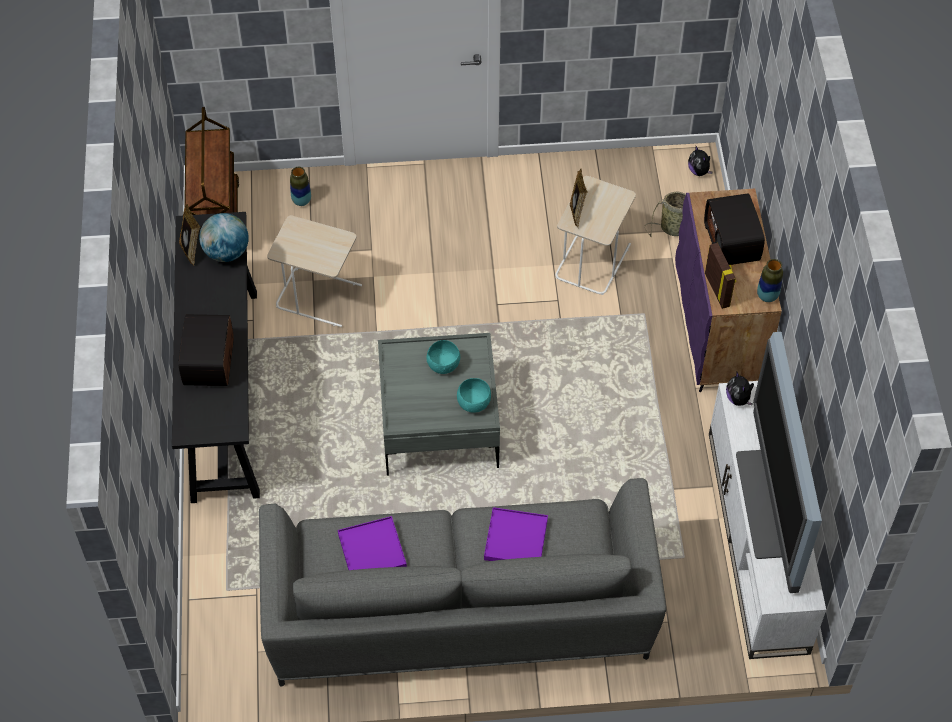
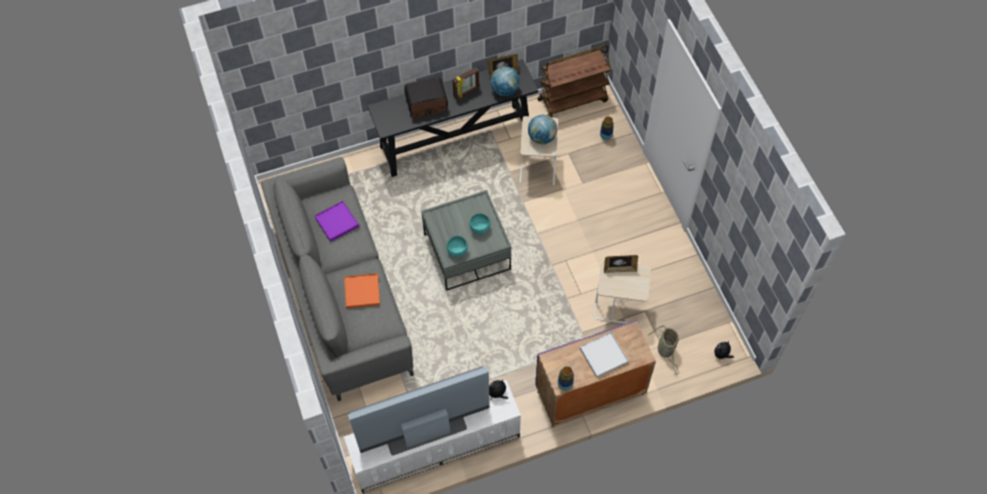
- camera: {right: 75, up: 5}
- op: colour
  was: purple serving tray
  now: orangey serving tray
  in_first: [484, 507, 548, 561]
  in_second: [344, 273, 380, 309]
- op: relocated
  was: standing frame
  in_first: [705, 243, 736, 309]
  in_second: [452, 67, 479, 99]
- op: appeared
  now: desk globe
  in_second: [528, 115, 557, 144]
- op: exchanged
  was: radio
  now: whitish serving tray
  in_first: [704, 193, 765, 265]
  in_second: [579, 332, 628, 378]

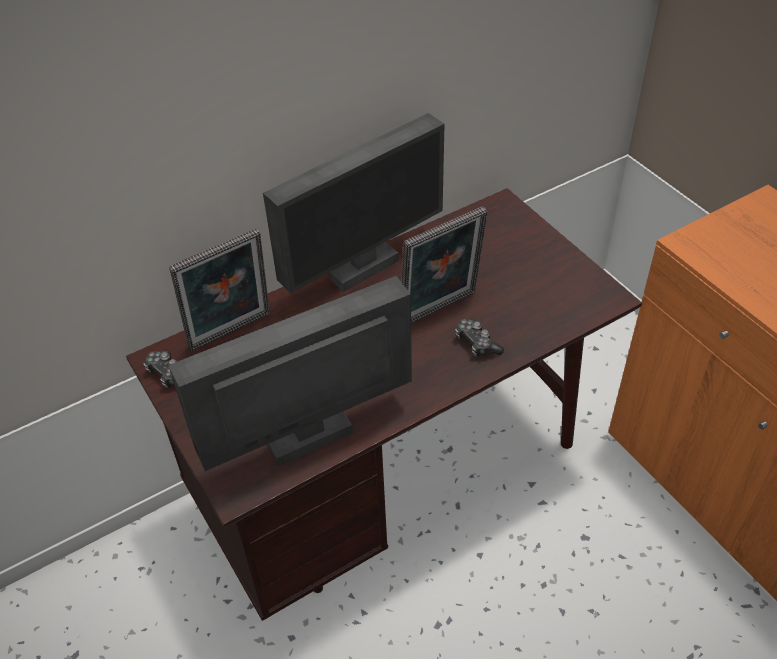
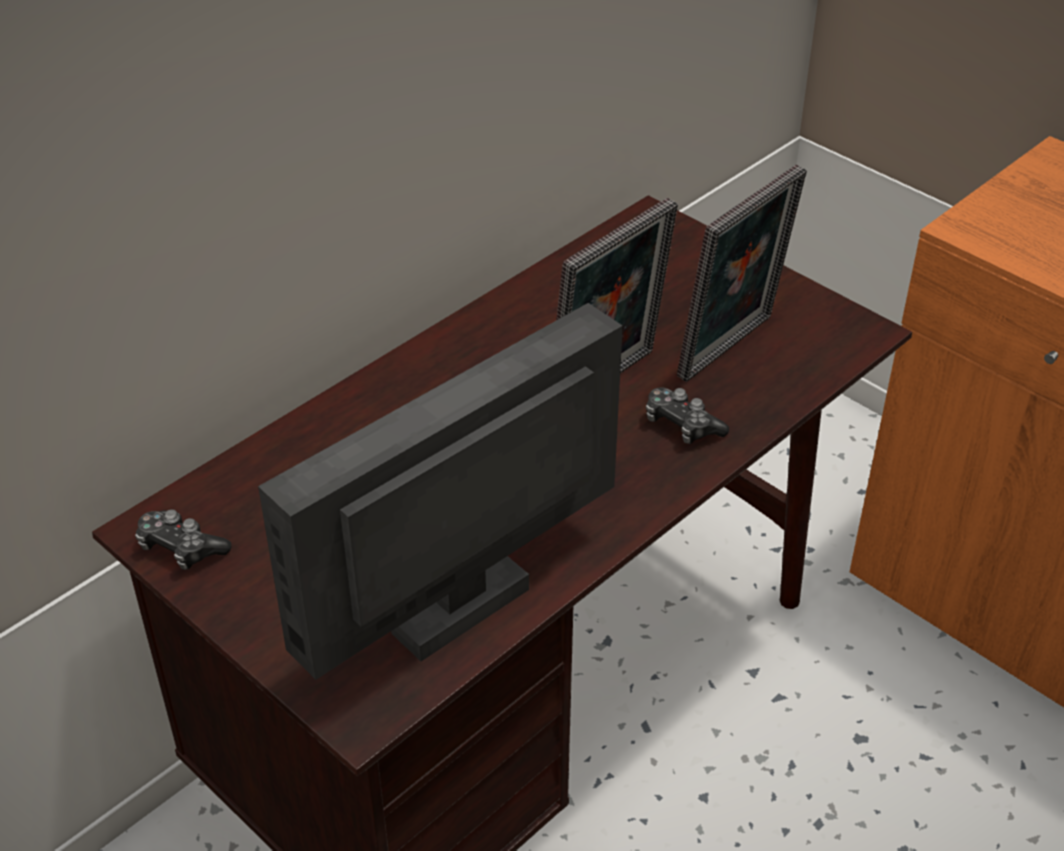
- camera: {right: -15, up: -5}
- op: relocated
  was: standing frame
  in_first: [169, 228, 270, 351]
  in_second: [677, 164, 807, 382]
- op: missing
  was: computer screen
  in_first: [263, 113, 445, 293]

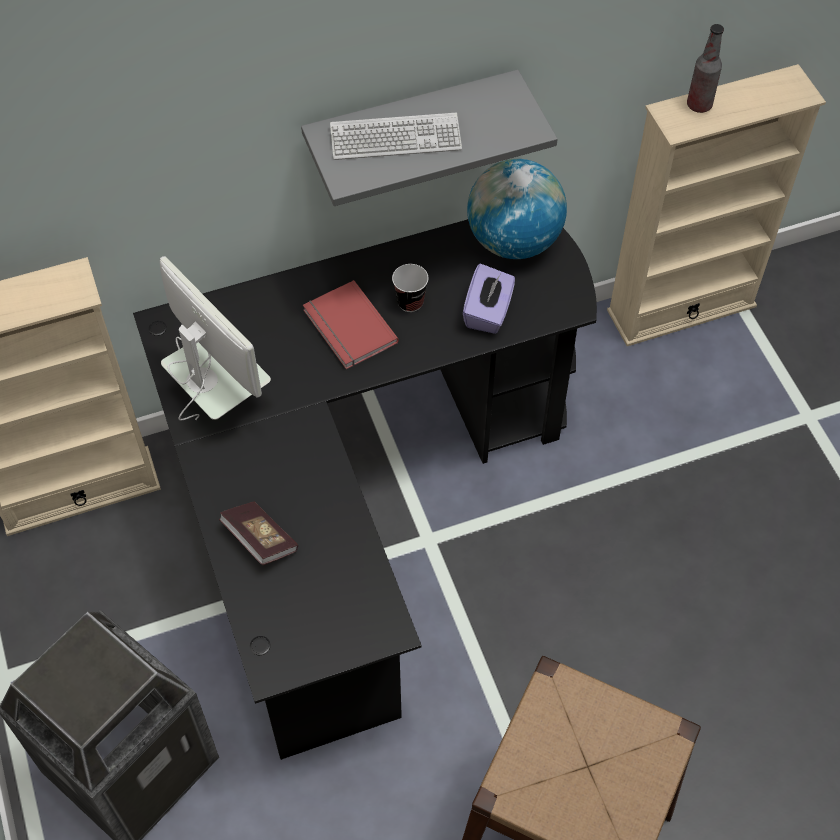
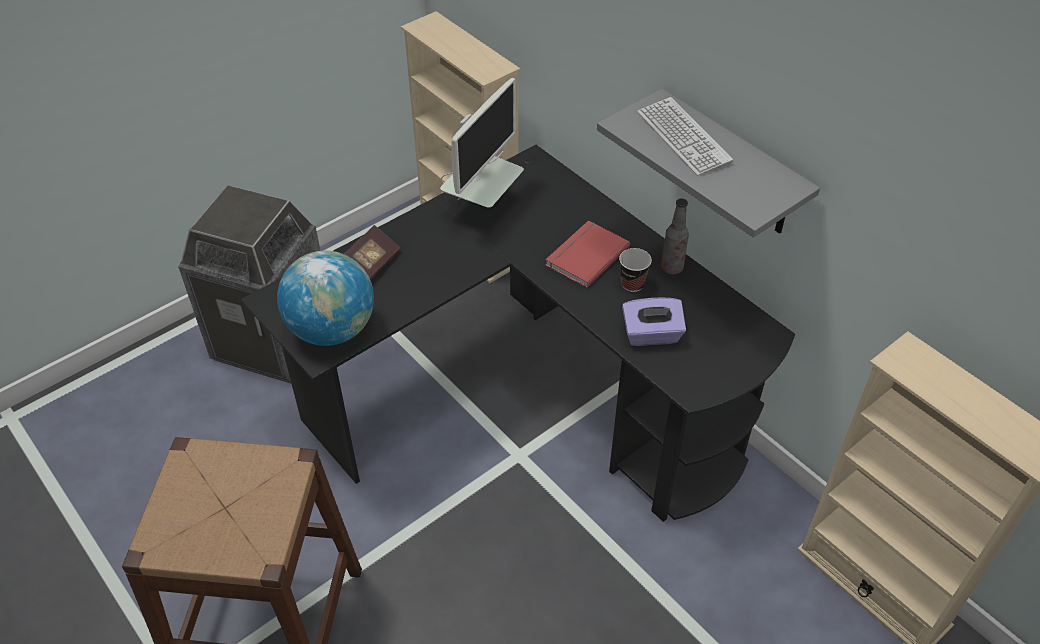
- camera: {right: 70, up: -10}
- op: relocated
  was: desk globe
  in_first: [467, 159, 567, 259]
  in_second: [277, 251, 374, 346]
- op: relocated
  was: beverage bottle
  in_first: [687, 24, 724, 113]
  in_second: [661, 198, 689, 274]

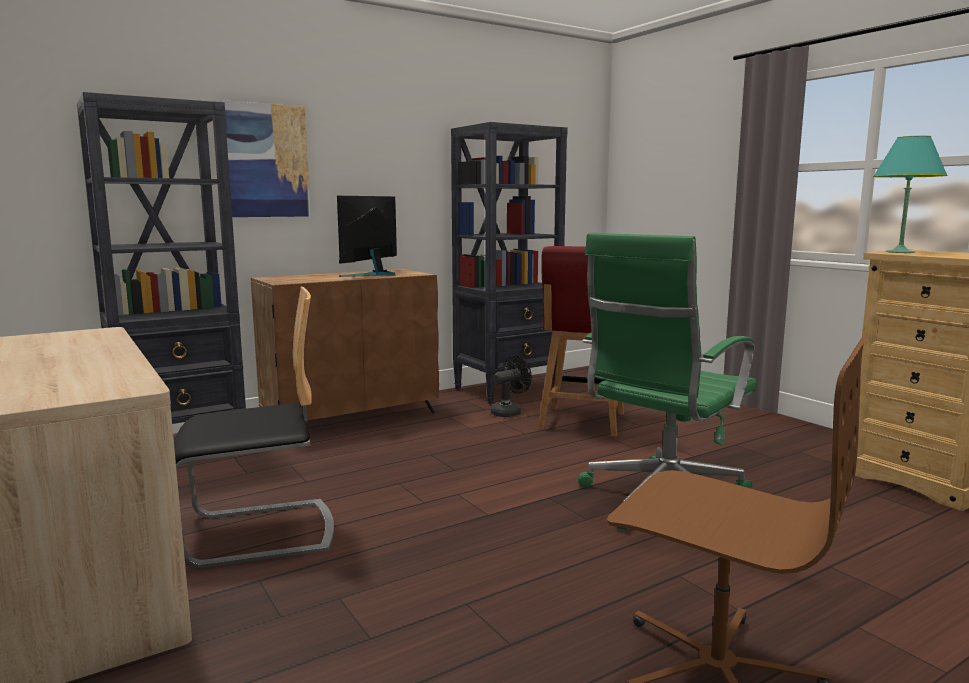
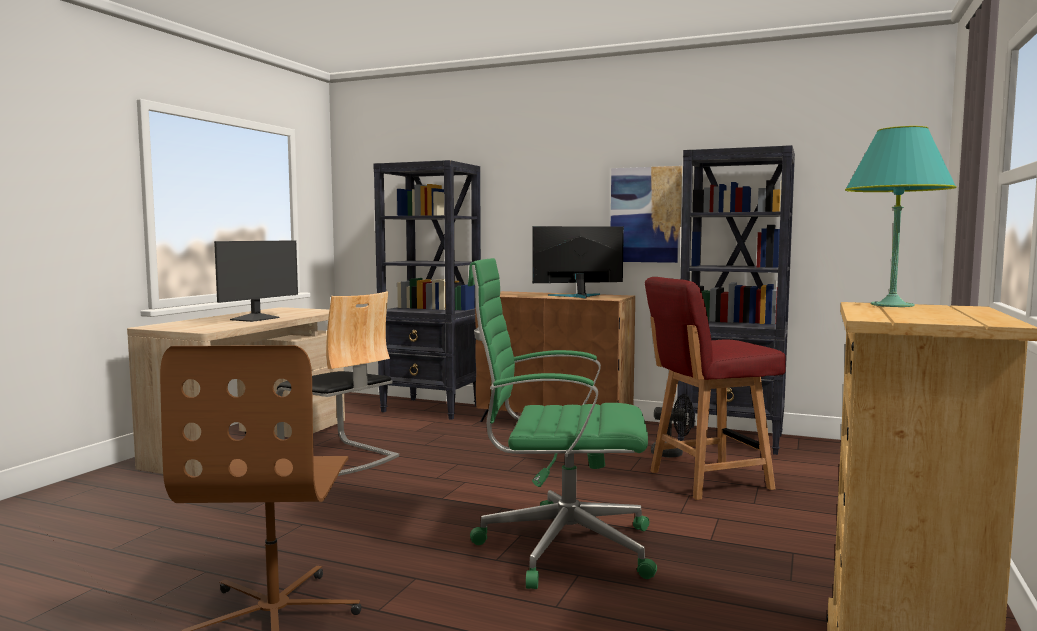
- camera: {right: 55, up: -5}
- op: appeared
  now: computer screen
  in_second: [214, 240, 298, 322]
- op: relocated
  was: picture
  in_first: [220, 100, 310, 217]
  in_second: [611, 166, 682, 263]

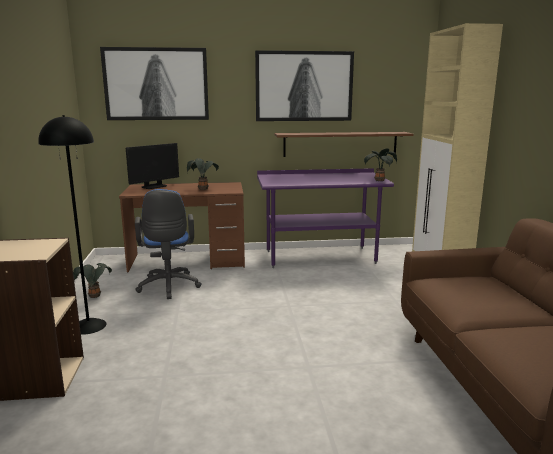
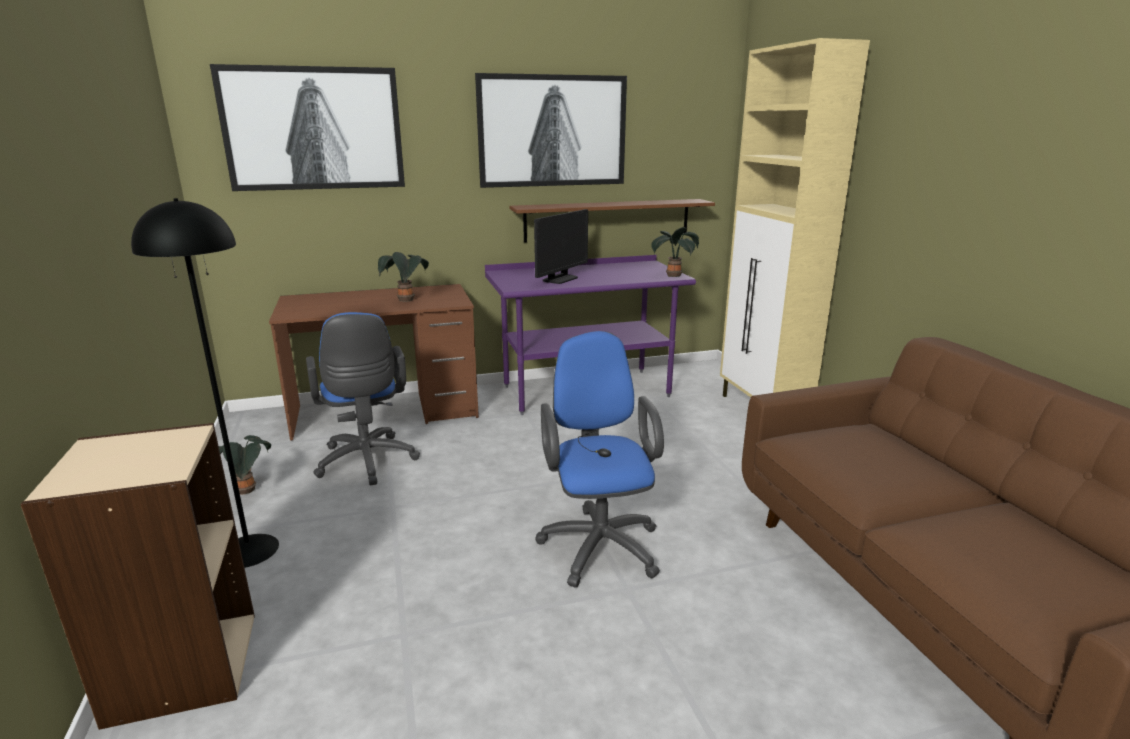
- camera: {right: -10, up: 5}
- op: relocated
  was: computer screen
  in_first: [126, 143, 179, 189]
  in_second: [534, 209, 588, 284]
- op: appeared
  now: blue office chair
  in_second: [535, 331, 664, 588]

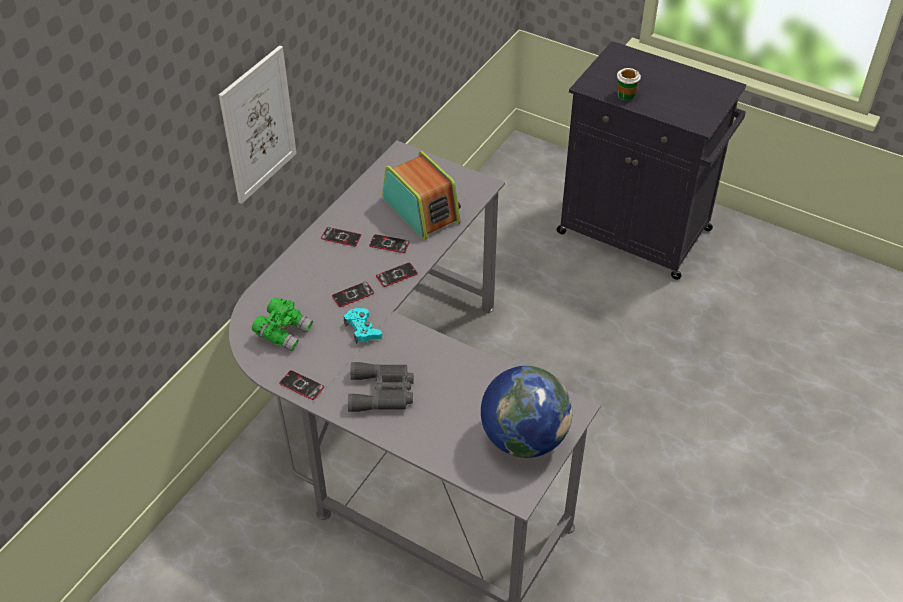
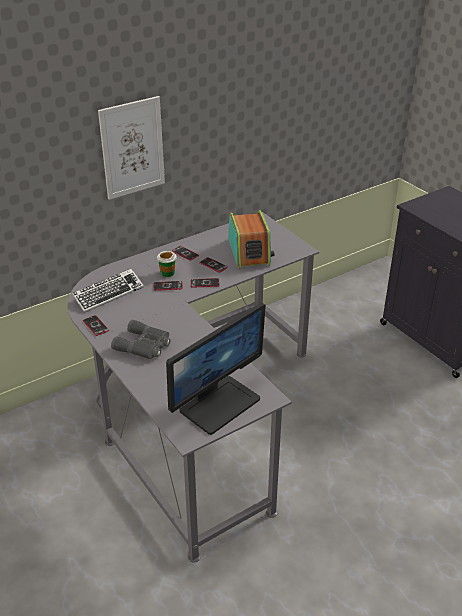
- camera: {right: 25, up: -10}
- op: exchanged
  was: greenish pair of binoculars
  now: computer keyboard
  in_first: [252, 297, 313, 351]
  in_second: [72, 269, 144, 313]
- op: relocated
  was: drinking cup
  in_first: [617, 68, 641, 101]
  in_second: [157, 251, 177, 277]
- op: exchanged
  was: desk globe
  now: computer screen
  in_first: [481, 366, 572, 458]
  in_second: [166, 302, 266, 435]
- op: missing
  was: turquoise joypad
  in_first: [344, 308, 382, 344]

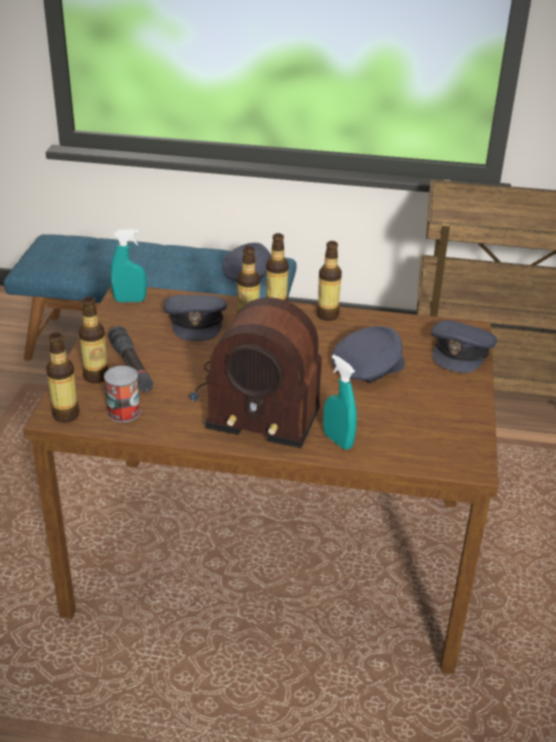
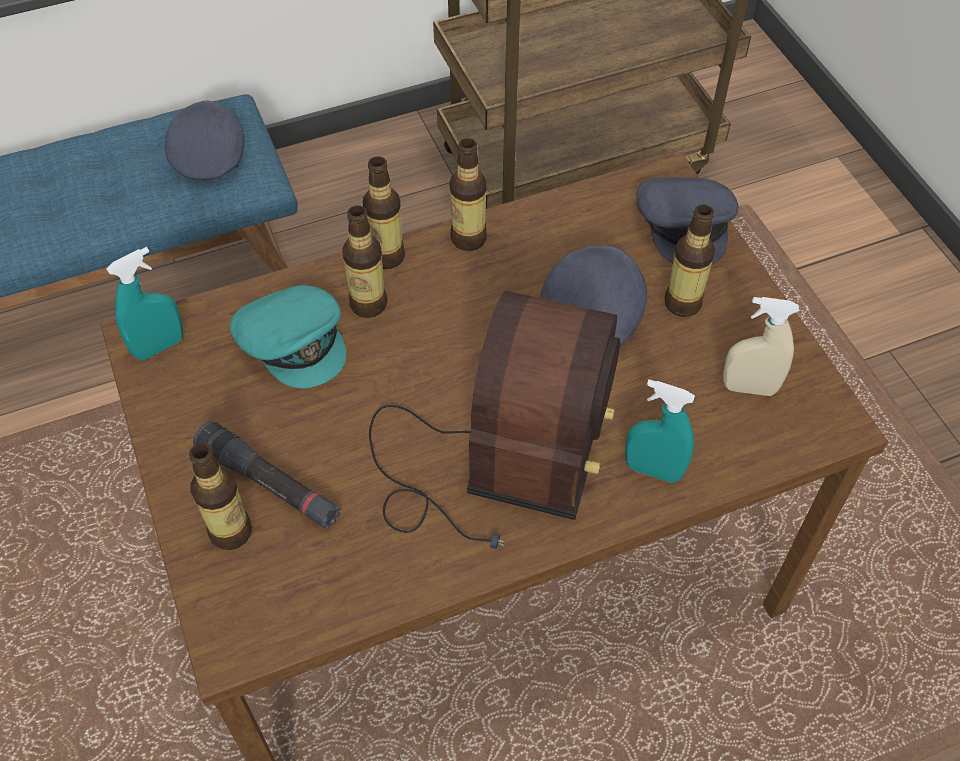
- camera: {right: -30, up: 20}
- op: colour
  was: gray baseball cap
  now: turquoise baseball cap
  in_first: [164, 295, 227, 341]
  in_second: [230, 285, 347, 389]
- op: spun
  was: radio
  in_first: [189, 297, 322, 448]
  in_second: [369, 291, 620, 549]
  clockwise: -60
- op: relocated
  was: beverage bottle
  in_first: [46, 332, 79, 423]
  in_second: [665, 204, 715, 317]
- op: appeared
  now: beige hand sprayer
  in_second: [723, 297, 799, 396]
- op: missing
  was: sealed can
  in_first: [104, 366, 141, 422]

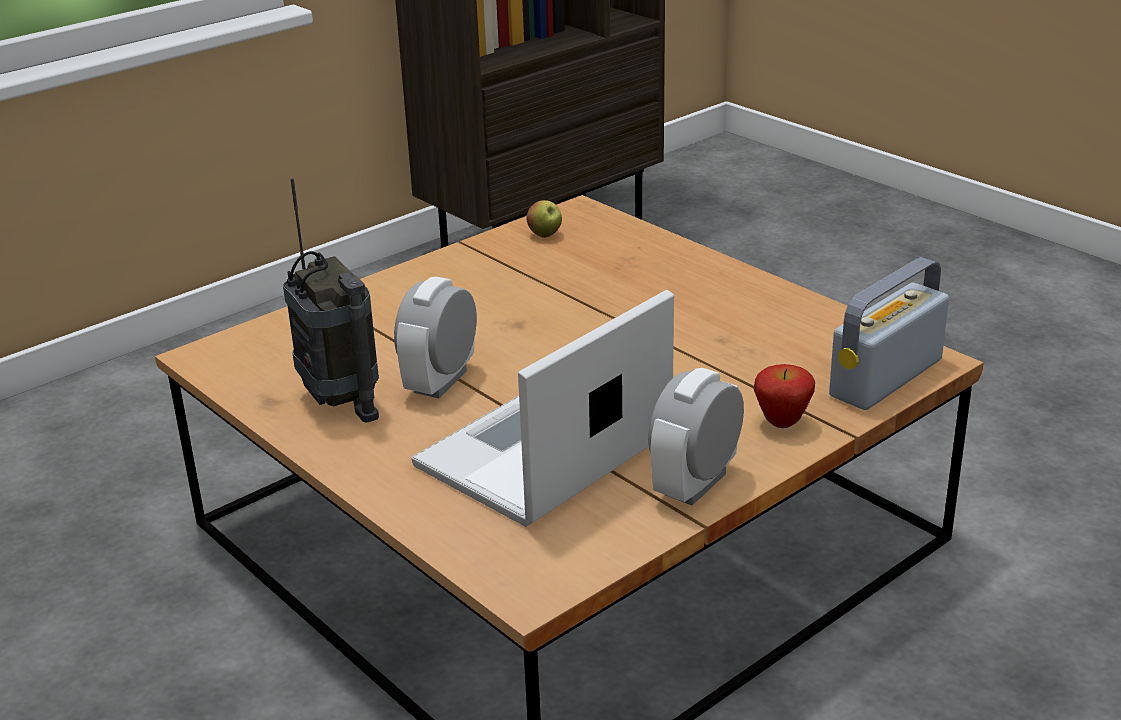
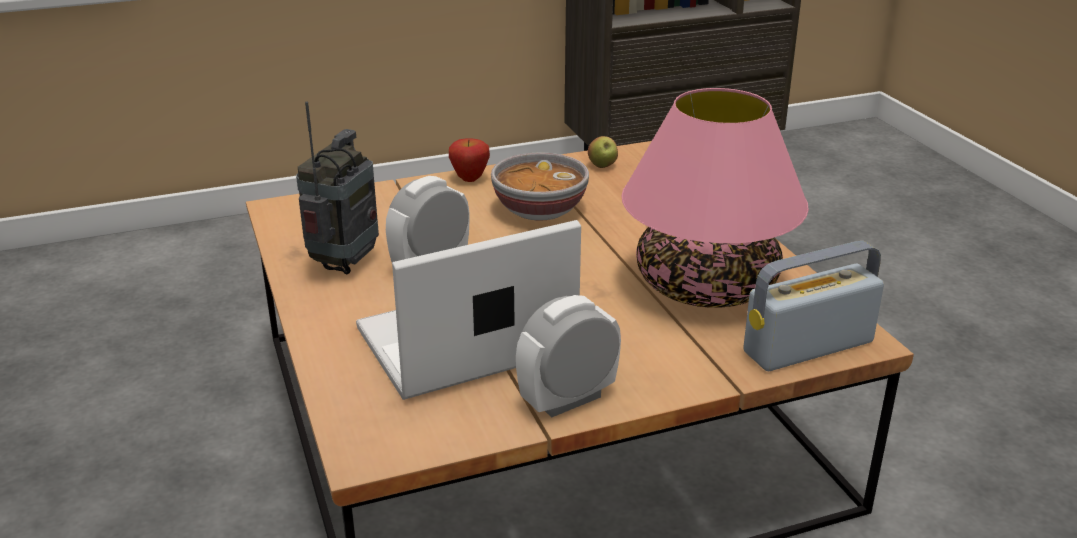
- camera: {right: 20, up: 0}
- op: spun
  was: radio
  in_first: [283, 178, 379, 422]
  in_second: [296, 101, 379, 274]
  clockwise: -150
- op: relocated
  was: apple
  in_first: [754, 364, 815, 428]
  in_second: [449, 139, 490, 182]
- op: appeared
  now: serving bowl
  in_second: [491, 153, 589, 221]
- op: appeared
  now: pinkish tabletop lamp
  in_second: [621, 88, 809, 308]

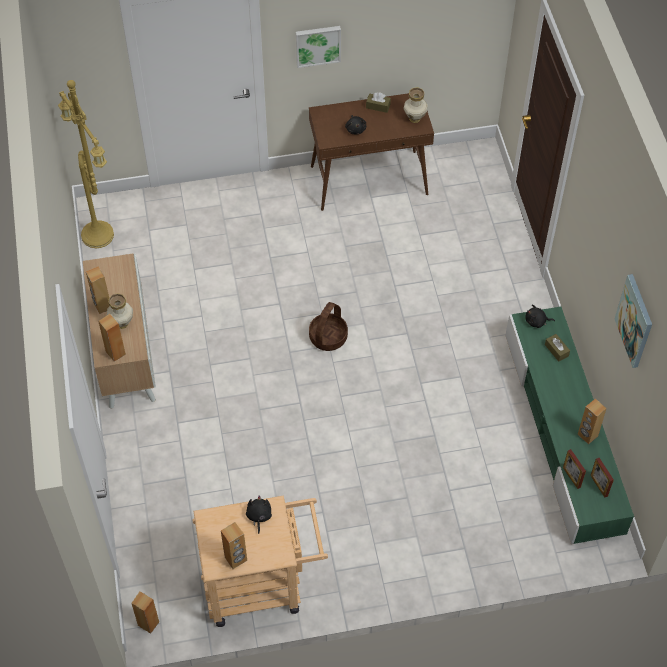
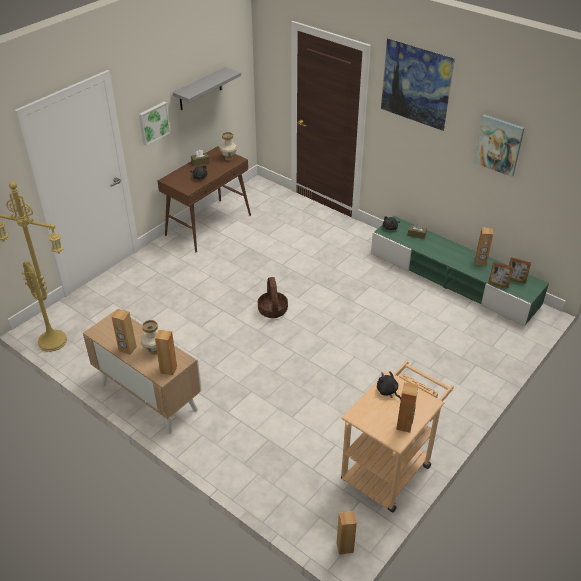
- camera: {right: -40, up: -15}
- op: appeared
  now: gray wall shelf
  in_second: [173, 67, 241, 110]
- op: appeared
  now: picture
  in_second: [381, 38, 455, 131]

